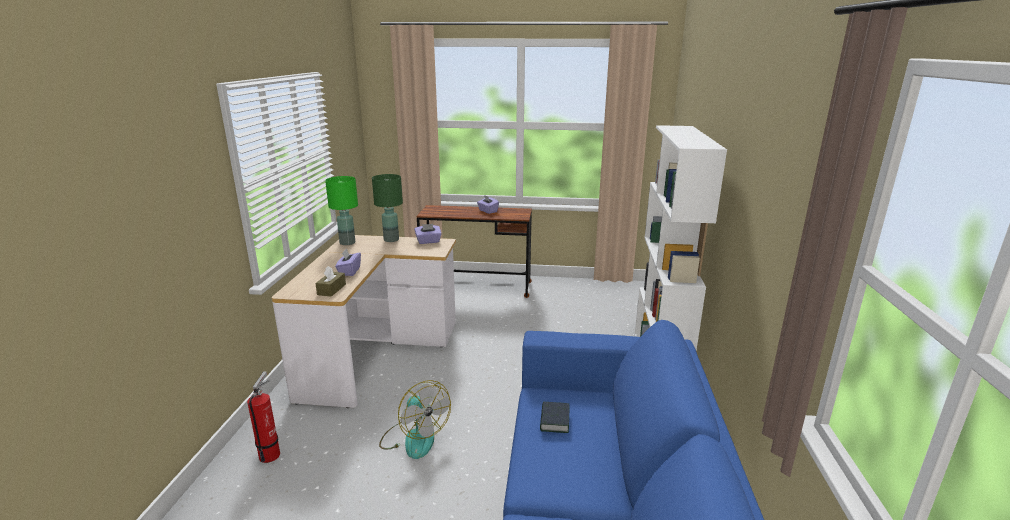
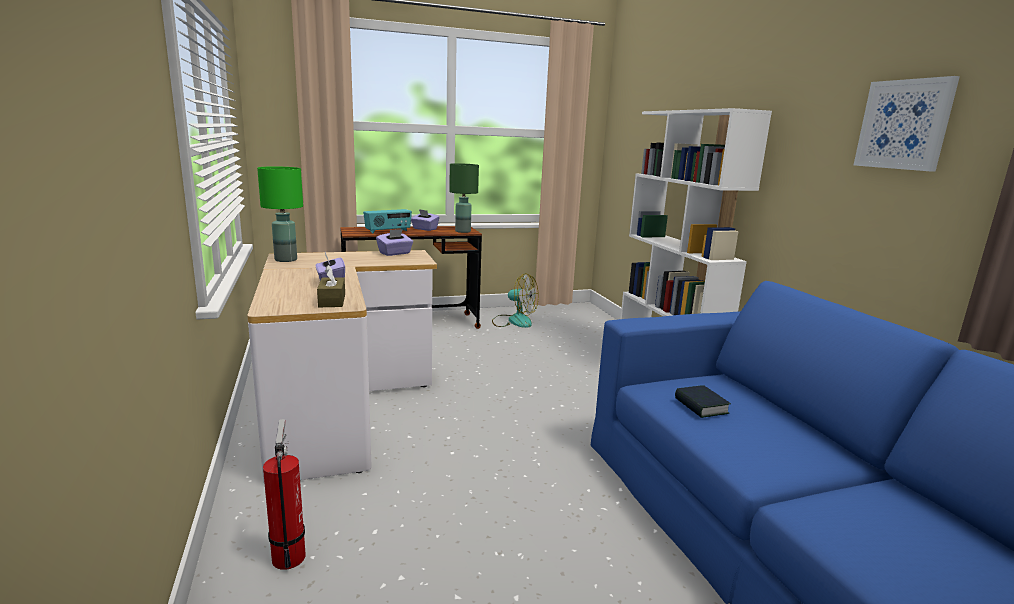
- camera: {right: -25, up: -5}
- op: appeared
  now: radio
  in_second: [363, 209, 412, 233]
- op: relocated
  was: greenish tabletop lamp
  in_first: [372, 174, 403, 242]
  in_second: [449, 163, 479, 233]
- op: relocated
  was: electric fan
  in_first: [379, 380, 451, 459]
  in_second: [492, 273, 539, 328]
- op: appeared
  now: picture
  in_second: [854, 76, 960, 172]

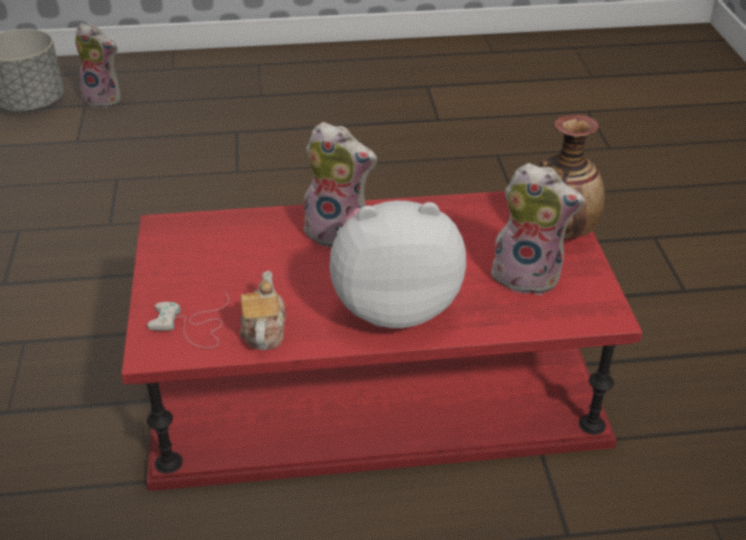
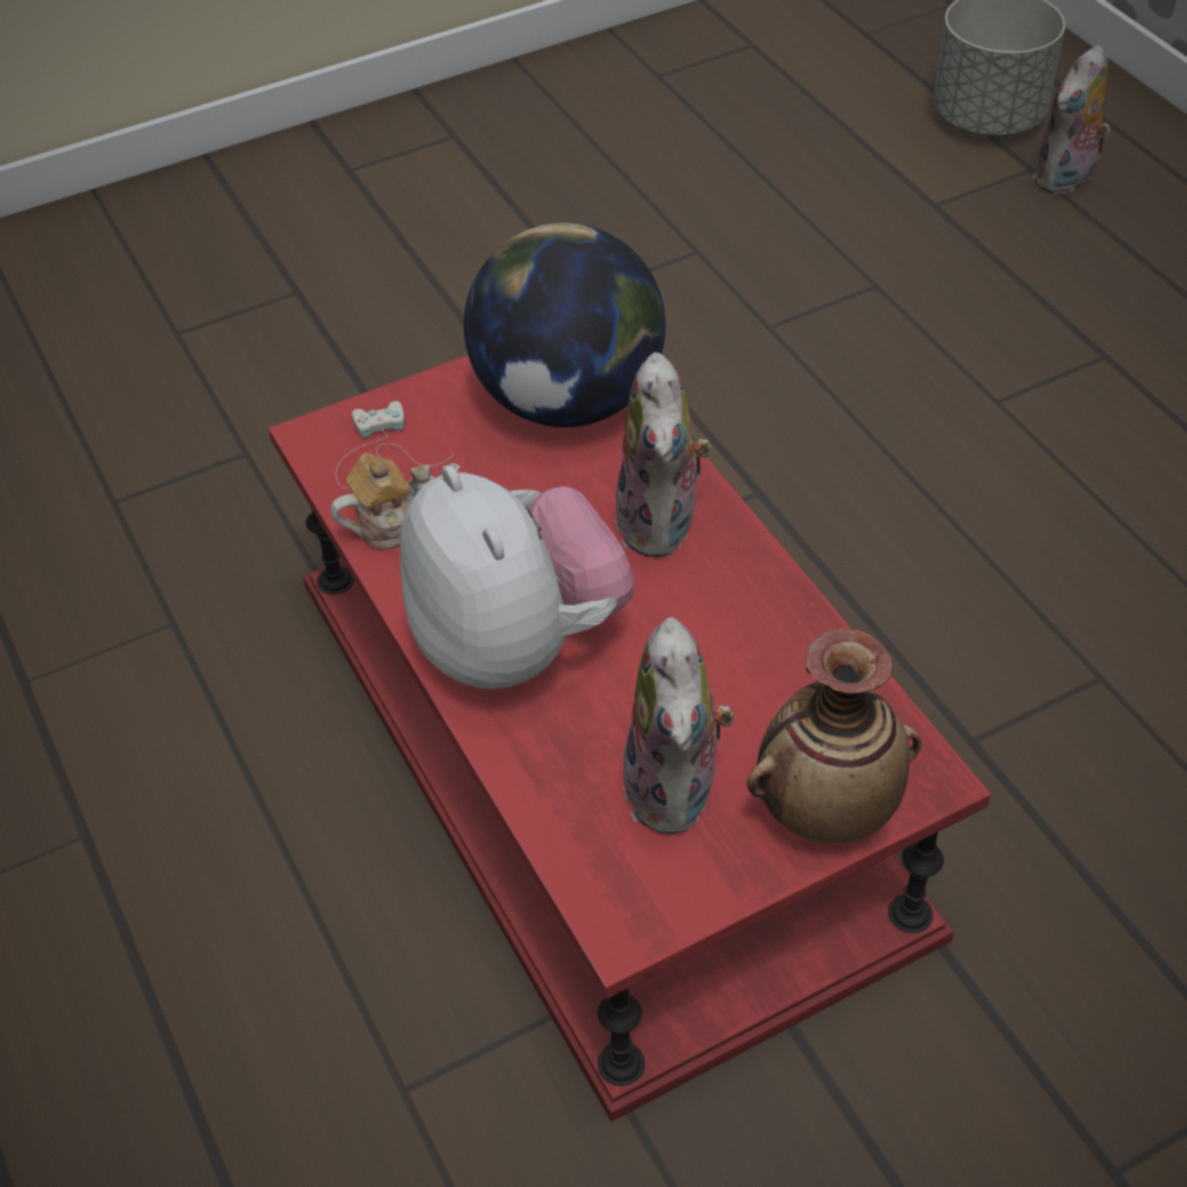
- camera: {right: 70, up: 10}
- op: appeared
  now: desk globe
  in_second: [464, 223, 666, 427]
- op: spun
  was: plush toy
  in_first: [75, 23, 121, 108]
  in_second: [1032, 45, 1110, 194]
  clockwise: 45

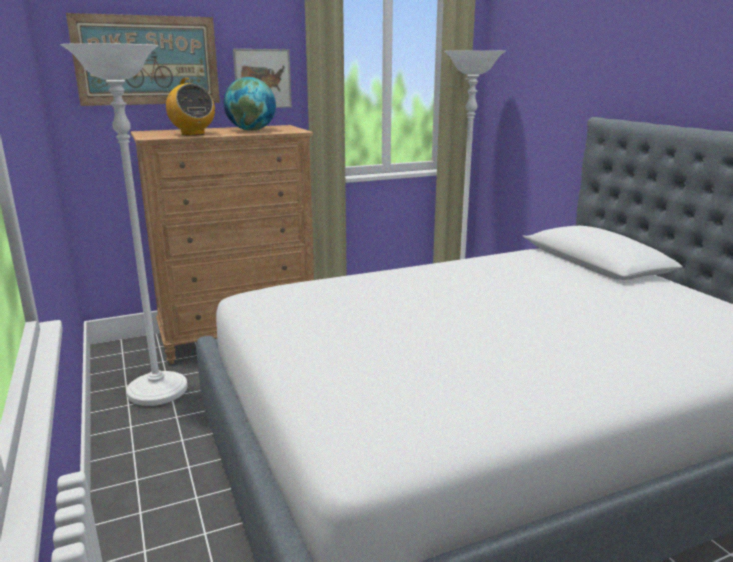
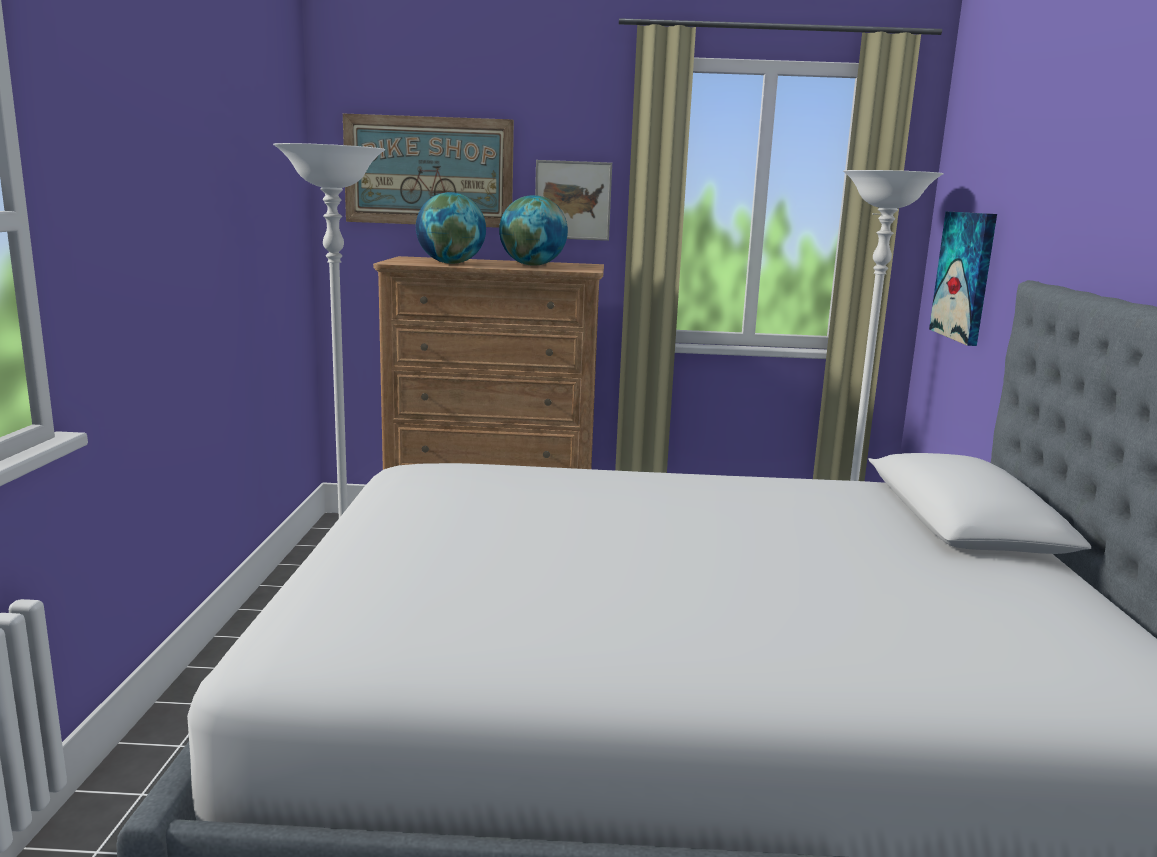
- camera: {right: 25, up: -5}
- op: exchanged
  was: radio
  now: desk globe
  in_first: [166, 78, 215, 136]
  in_second: [416, 192, 486, 264]
- op: appeared
  now: picture
  in_second: [929, 212, 997, 346]

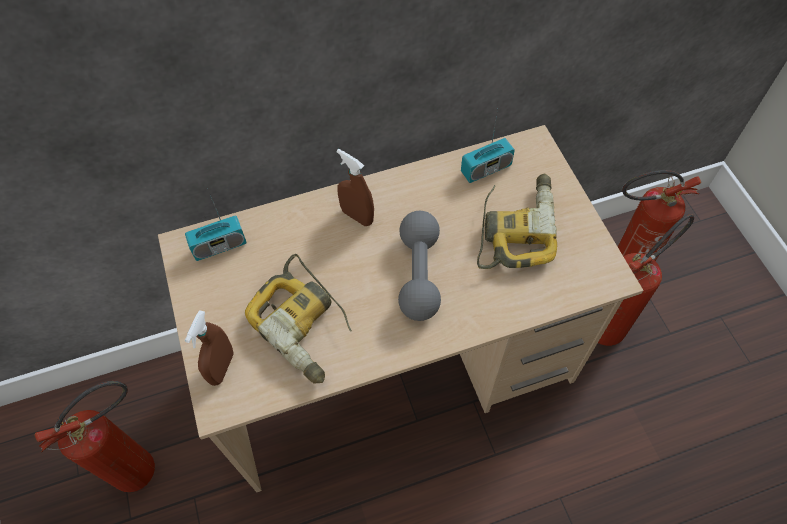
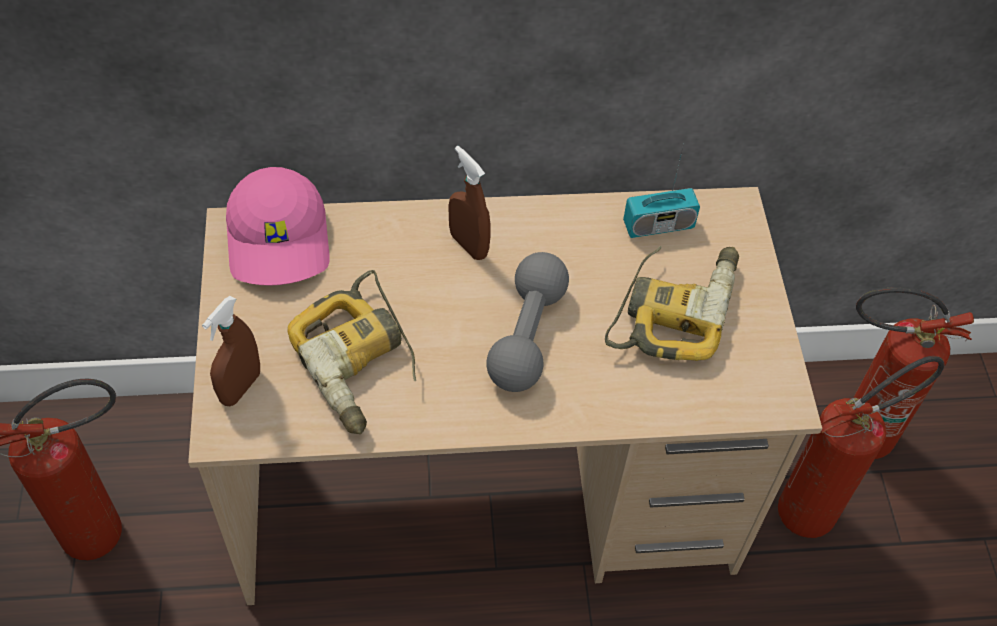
- camera: {right: 10, up: -5}
- op: exchanged
  was: radio
  now: pinkish baseball cap
  in_first: [185, 193, 247, 261]
  in_second: [226, 167, 330, 286]

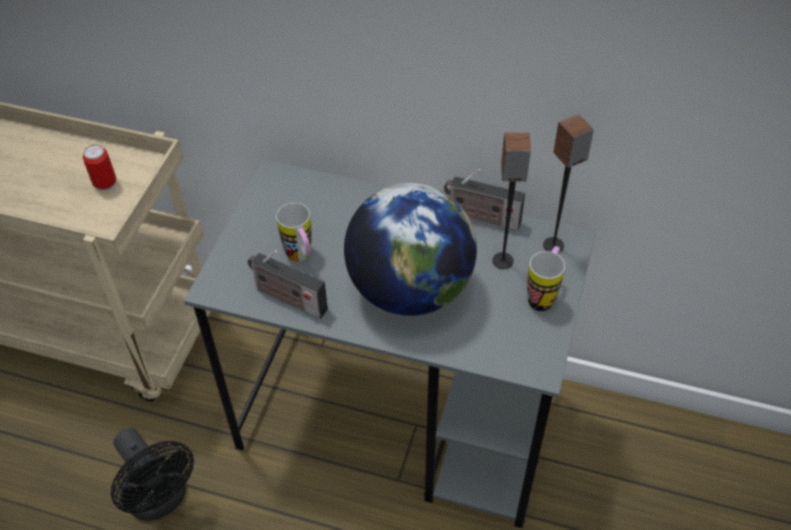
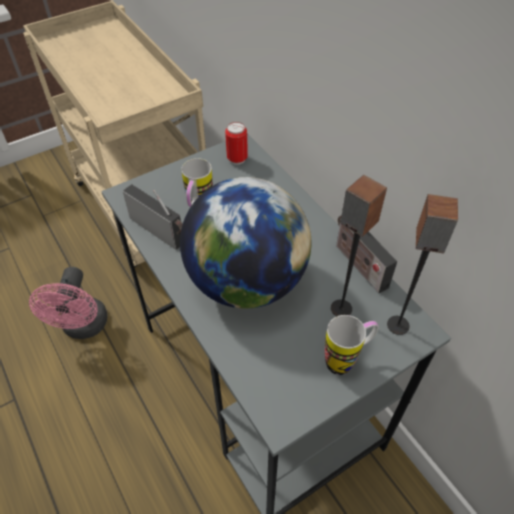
- camera: {right: 40, up: 0}
- op: colour
  was: black-coloured electric fan
  now: pinkish electric fan
  in_first: [111, 428, 194, 521]
  in_second: [29, 267, 108, 339]
- op: spun
  was: radio
  in_first: [248, 250, 328, 319]
  in_second: [123, 184, 183, 250]
  clockwise: 150
- op: relocated
  was: sealed can
  in_first: [83, 145, 116, 191]
  in_second: [225, 122, 248, 165]

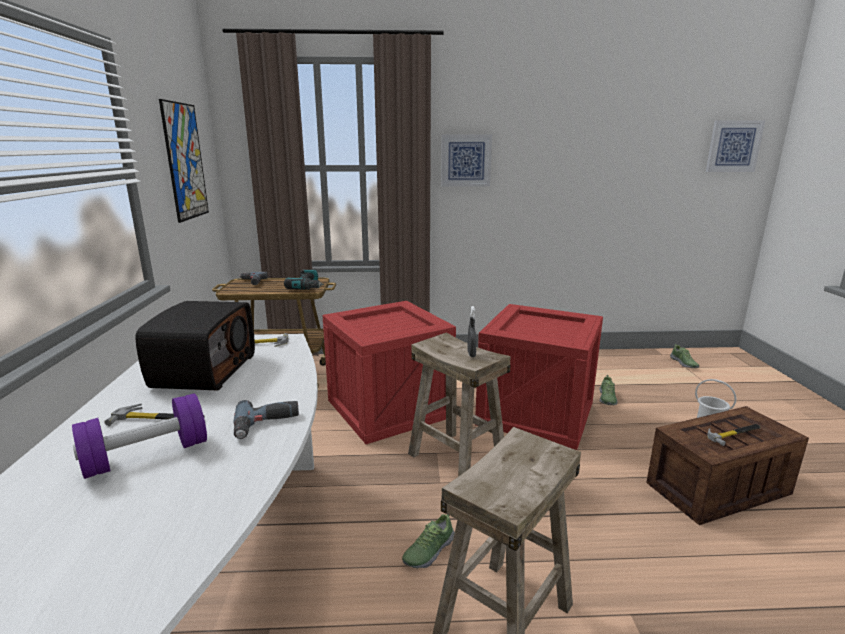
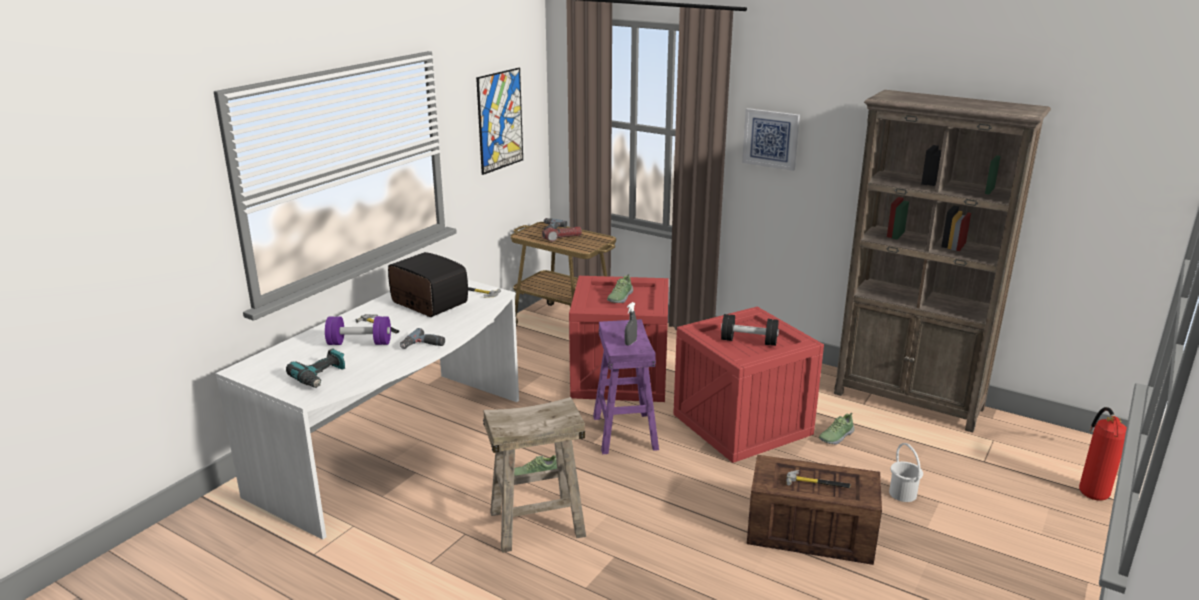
- camera: {right: 35, up: 5}
- op: relocated
  was: power drill
  in_first: [284, 269, 324, 290]
  in_second: [286, 349, 345, 388]
- op: spun
  was: radio
  in_first: [135, 301, 255, 391]
  in_second: [388, 252, 468, 317]
  clockwise: -90
- op: appeared
  now: hand torch
  in_second: [542, 227, 582, 242]
- op: colour
  was: beige sitting stool
  now: purple sitting stool
  in_first: [408, 333, 511, 477]
  in_second: [593, 319, 659, 454]
- op: relocated
  was: shoe
  in_first: [670, 344, 699, 368]
  in_second: [607, 274, 633, 303]
- op: appeared
  now: black-coloured free weight
  in_second: [721, 314, 779, 346]
- op: appeared
  now: brown-coloured bookcase
  in_second: [834, 90, 1051, 432]
- op: appeared
  now: extinguisher
  in_second: [1079, 407, 1127, 501]
- op: missing
  was: picture
  in_first: [706, 120, 765, 172]

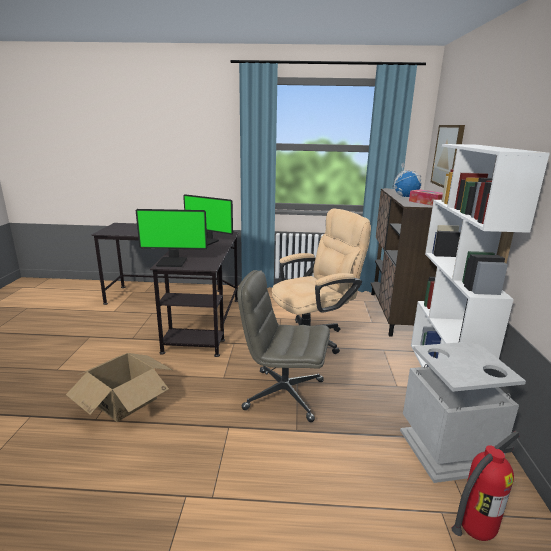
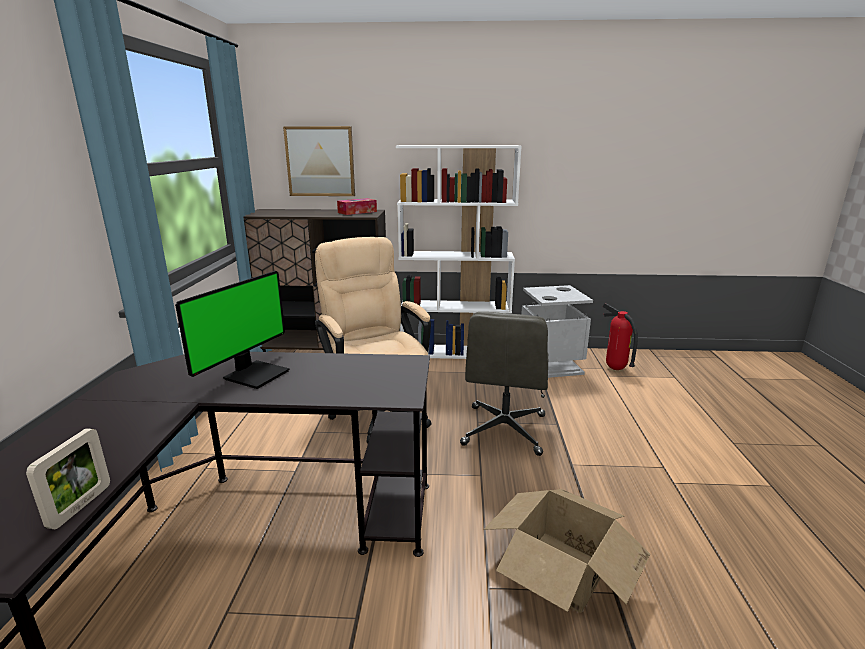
- camera: {right: -90, up: 0}
- op: appeared
  now: standing frame
  in_second: [26, 428, 110, 529]
- op: missing
  was: computer screen
  in_first: [136, 209, 207, 267]
- op: missing
  was: desk globe
  in_first: [392, 162, 422, 197]

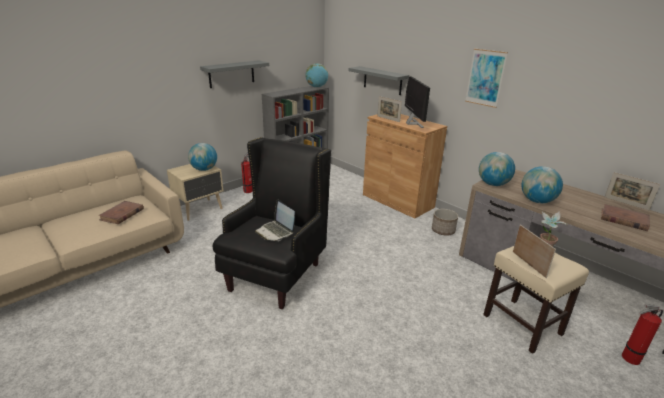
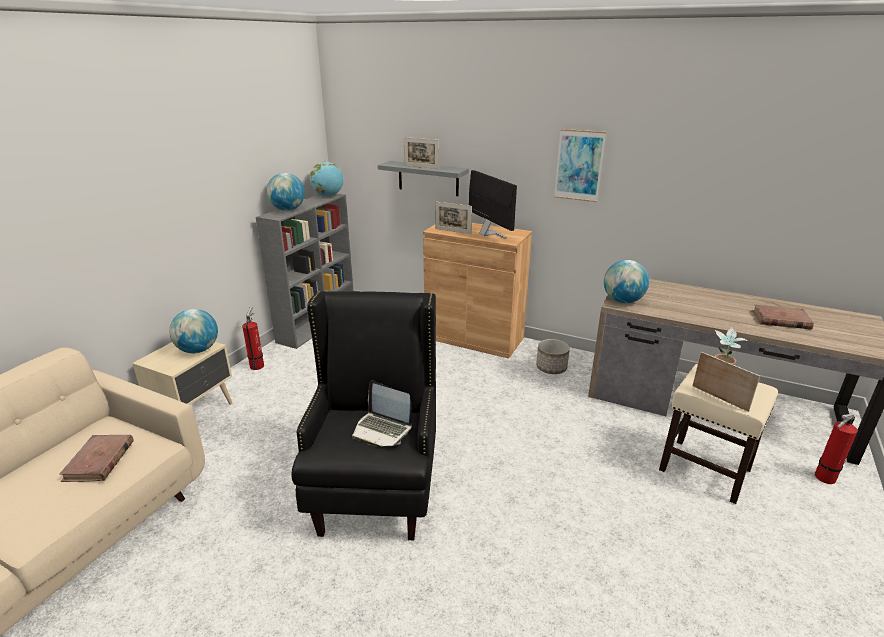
- camera: {right: -20, up: 0}
- op: relocated
  was: desk globe
  in_first: [521, 166, 563, 203]
  in_second: [267, 173, 305, 211]
- op: relocated
  was: standing frame
  in_first: [605, 172, 660, 210]
  in_second: [404, 137, 439, 169]
- op: missing
  was: gray wall shelf
  in_first: [200, 60, 269, 88]

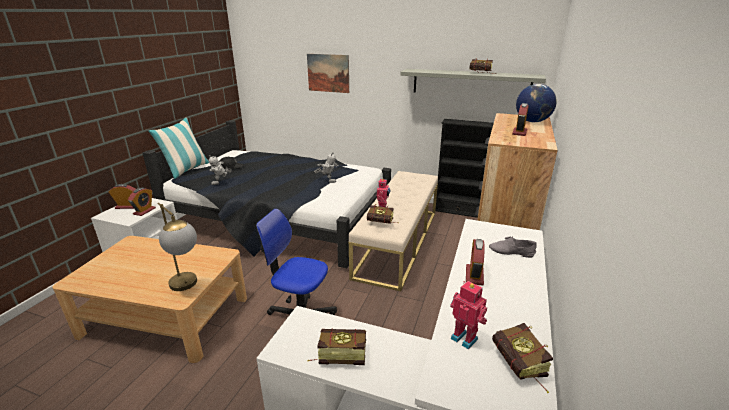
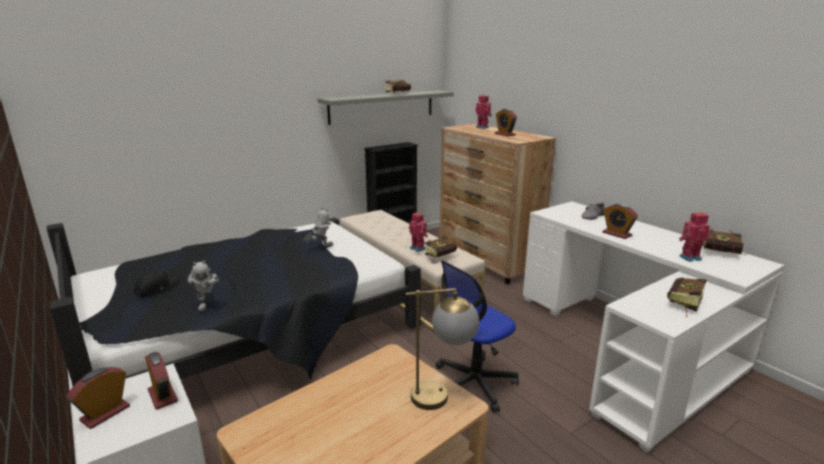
- camera: {right: -55, up: -5}
- op: exchanged
  was: desk globe
  now: robot figure
  in_first: [516, 84, 557, 122]
  in_second: [475, 94, 492, 129]
- op: missing
  was: cushion
  in_first: [148, 118, 209, 179]
- op: missing
  was: picture
  in_first: [307, 54, 349, 93]

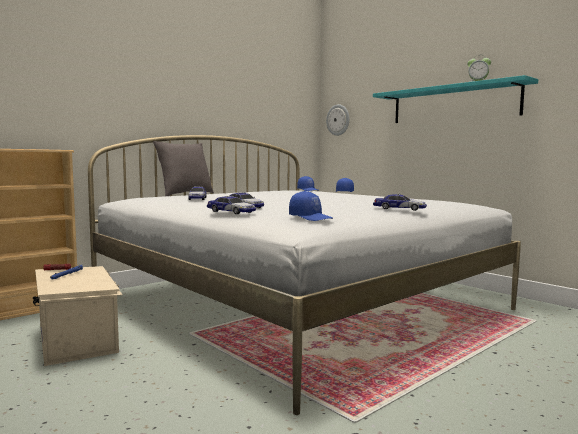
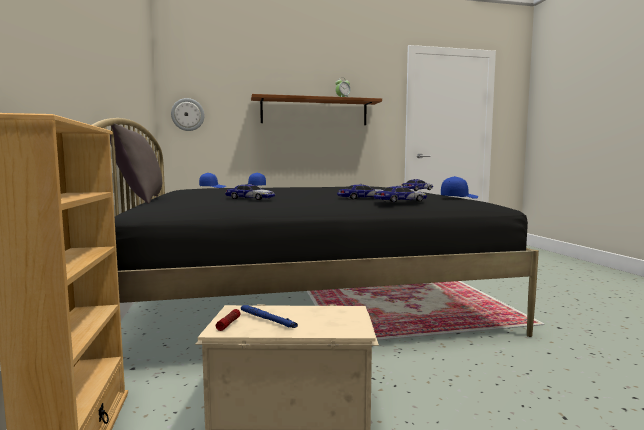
- camera: {right: -60, up: 0}
- op: colour
  was: whitish bedroom bed
  now: black-coloured bedroom bed
  in_first: [88, 135, 521, 415]
  in_second: [92, 118, 539, 337]
- op: colour
  was: turquoise wall shelf
  now: brown-coloured wall shelf
  in_first: [373, 75, 538, 123]
  in_second: [251, 94, 382, 125]

